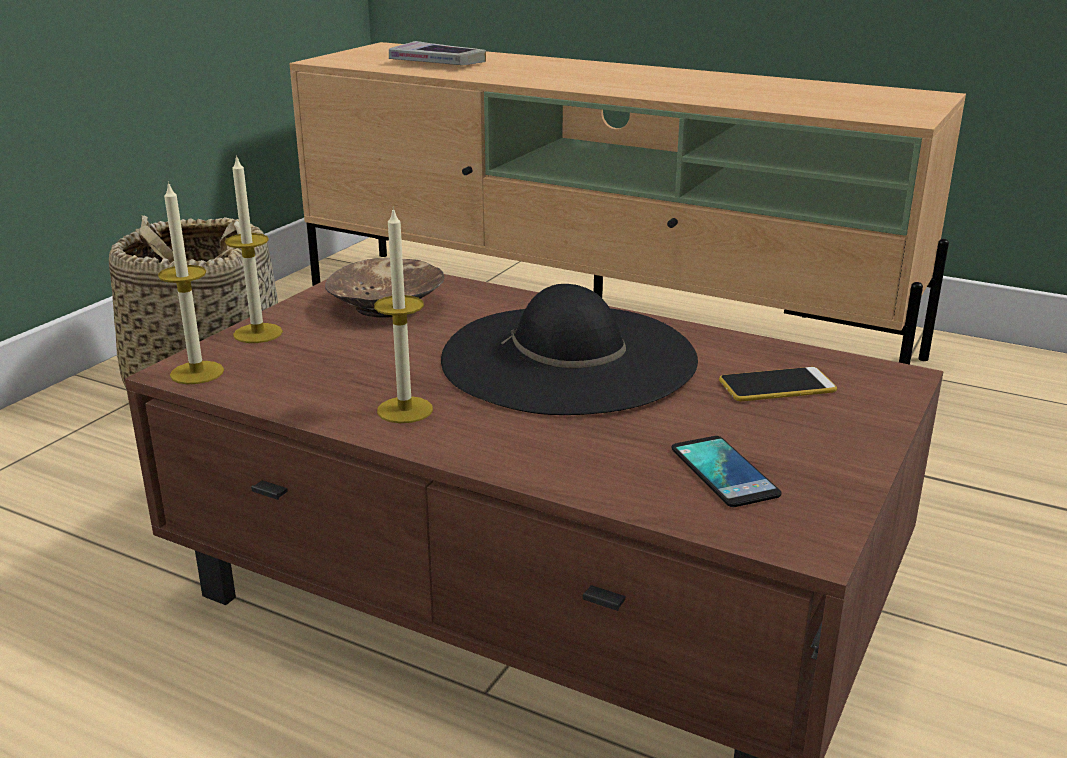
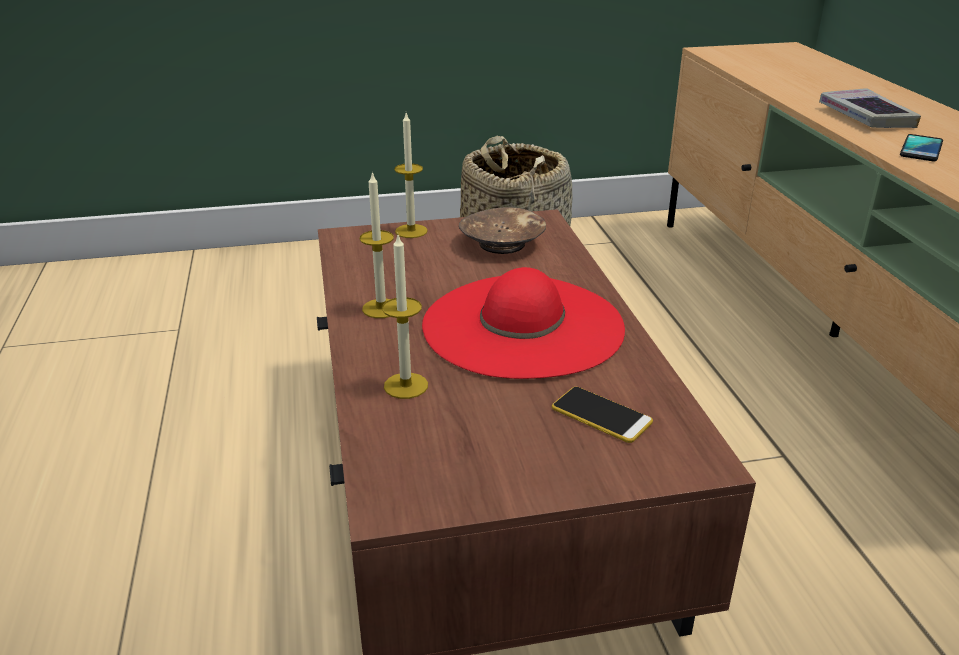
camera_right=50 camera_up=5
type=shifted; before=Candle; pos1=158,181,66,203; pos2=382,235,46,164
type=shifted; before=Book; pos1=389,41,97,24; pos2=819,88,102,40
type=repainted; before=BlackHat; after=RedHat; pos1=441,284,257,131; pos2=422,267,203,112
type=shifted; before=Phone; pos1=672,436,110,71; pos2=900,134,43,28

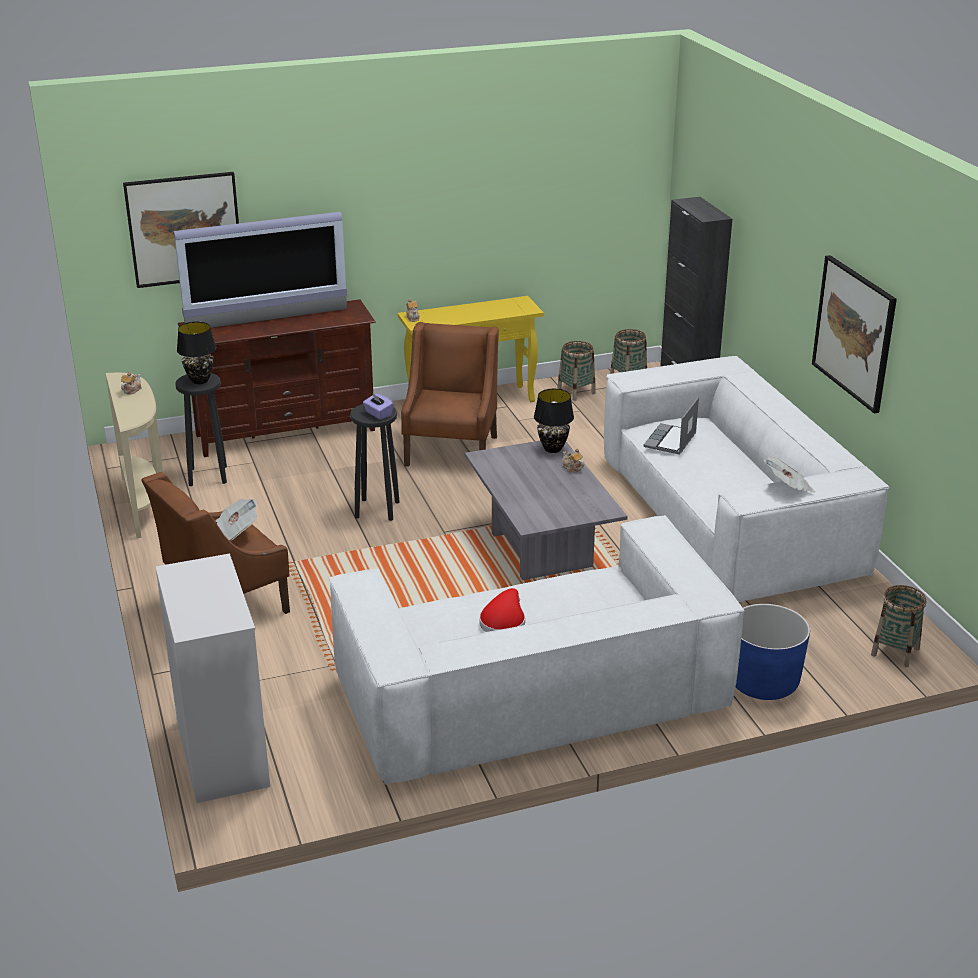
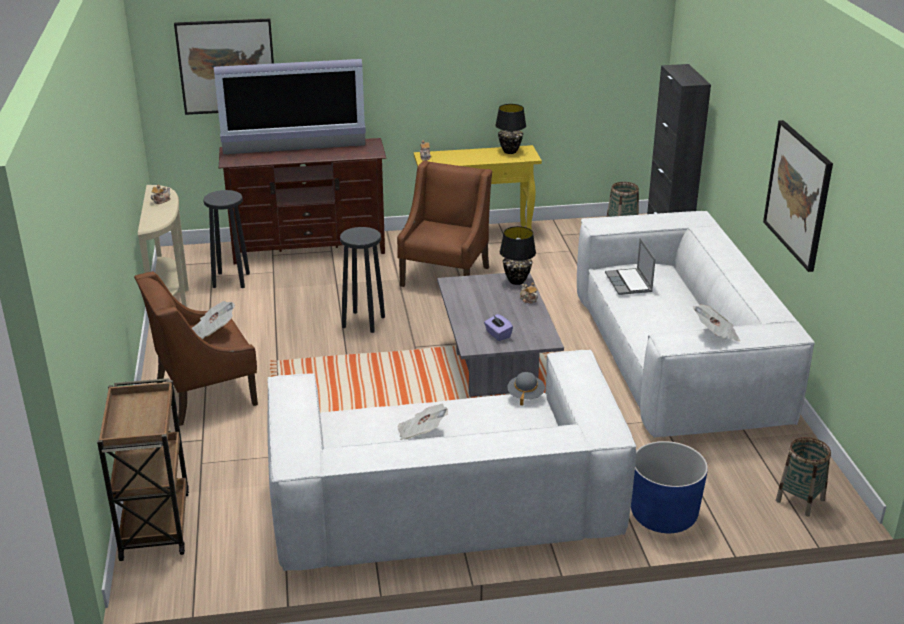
camera_right=10 camera_up=0
type=swapped; before=WhiteDresser; after=BrownCart; pos1=155,553,115,250; pos2=97,378,92,183
type=shifted; before=BlackTableLamp; pos1=177,322,39,62; pos2=495,104,31,50
type=shifted; before=PurpleTissueBox; pos1=363,393,31,27; pos2=484,314,29,27
type=swapped; before=RedHat; after=Newspaper; pos1=479,588,46,44; pos2=398,404,50,36
type=gone; before=Basket; pos1=557,341,39,60
type=rotated; before=Laptop; pos1=643,397,56,58; pos2=605,238,51,57; turn=-45
type=new; after=GreyHat; pos2=507,372,38,34

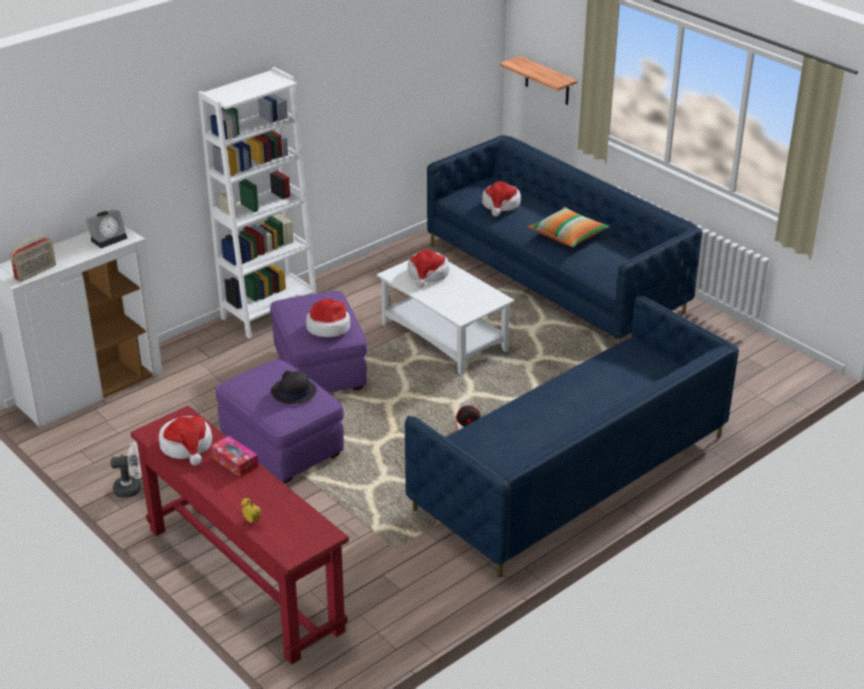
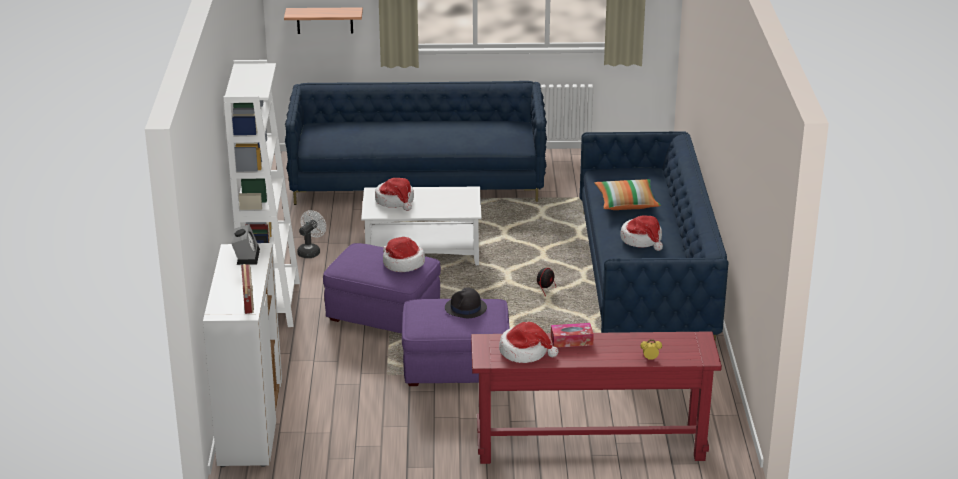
camera_right=-50 camera_up=-5
type=shifted; before=WhiteFan; pos1=110,442,32,56; pos2=297,210,29,48
type=shifted; before=Hat; pos1=482,181,39,35; pos2=620,216,43,35
type=shifted; before=Pillow; pos1=528,207,82,40; pos2=595,179,66,31

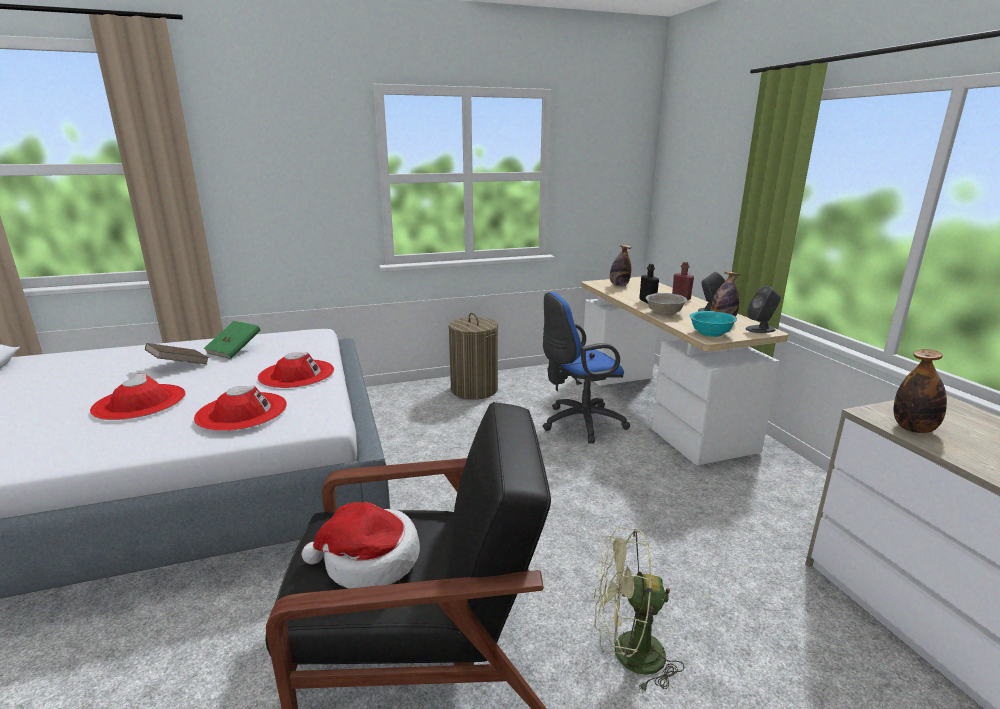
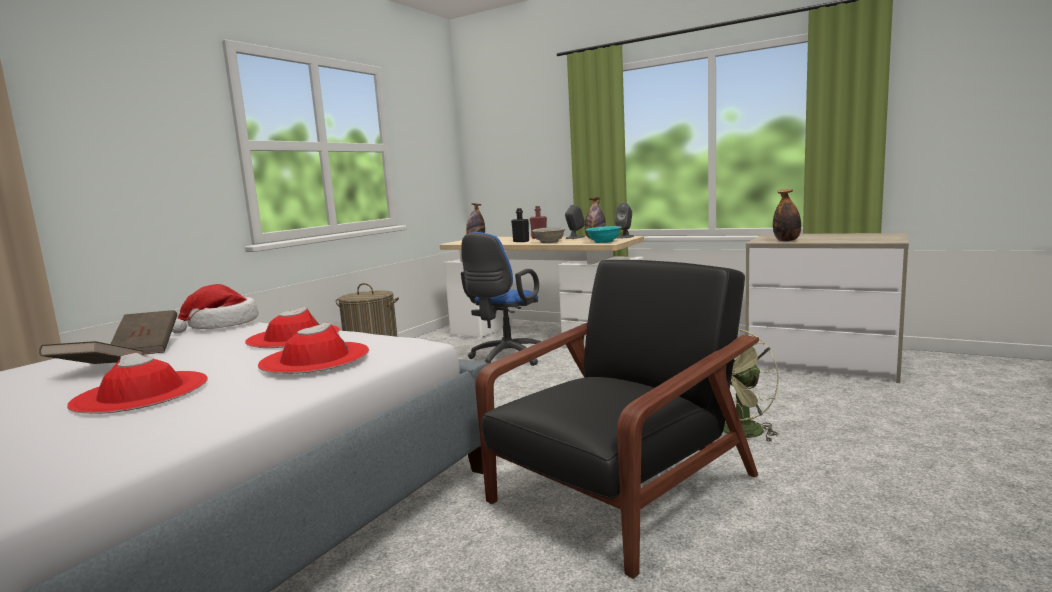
camera_right=-40 camera_up=-10
type=repainted; before=GreenBook; after=BrownBook; pos1=204,321,56,38; pos2=110,310,67,45
type=shifted; before=Hat; pos1=302,502,118,87; pos2=172,284,87,49

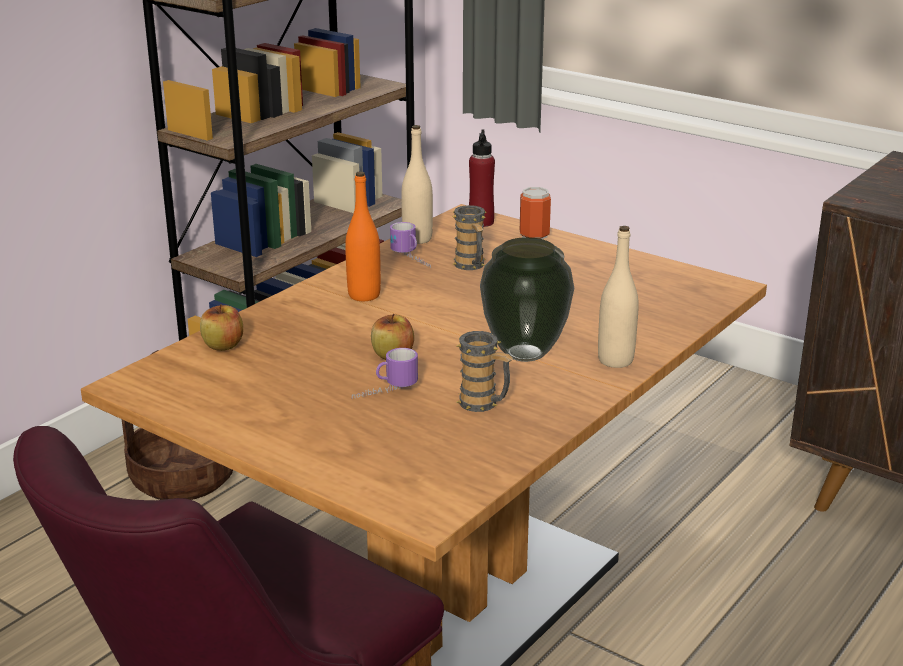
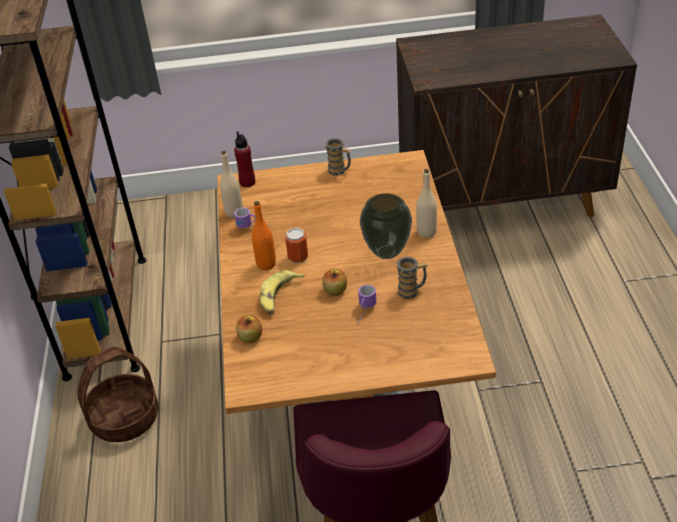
camera_right=-40 camera_up=15
type=shifted; before=Mug; pos1=452,205,34,65; pos2=325,138,26,38
type=shifted; before=Can; pos1=520,187,31,52; pos2=285,228,23,35
type=new; after=Banana; pos2=260,270,45,45

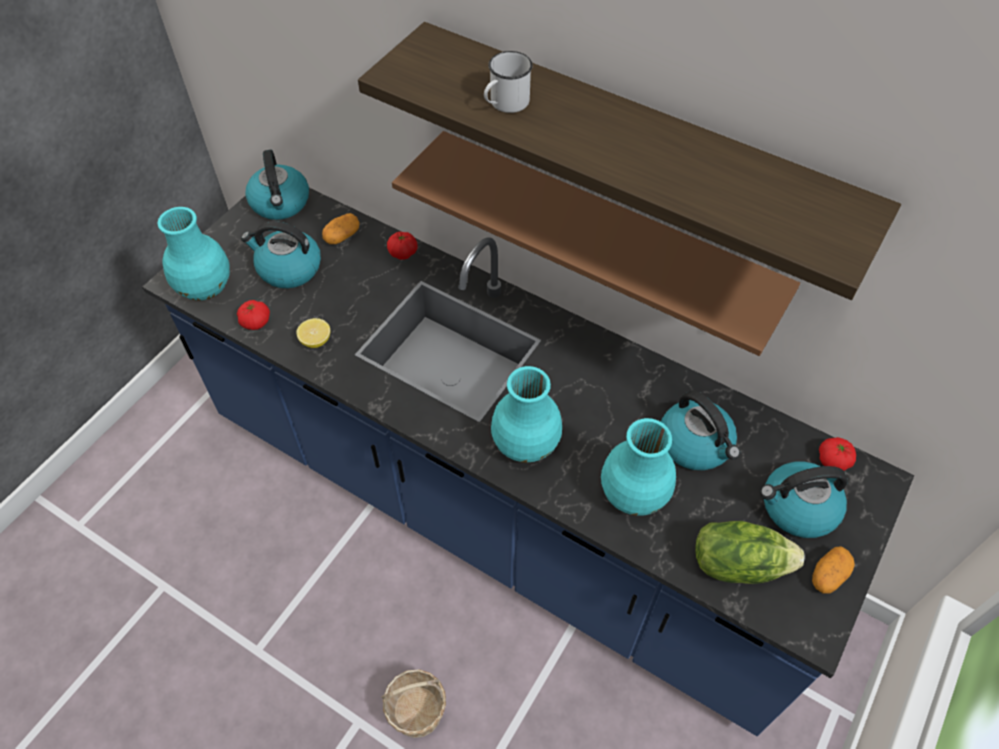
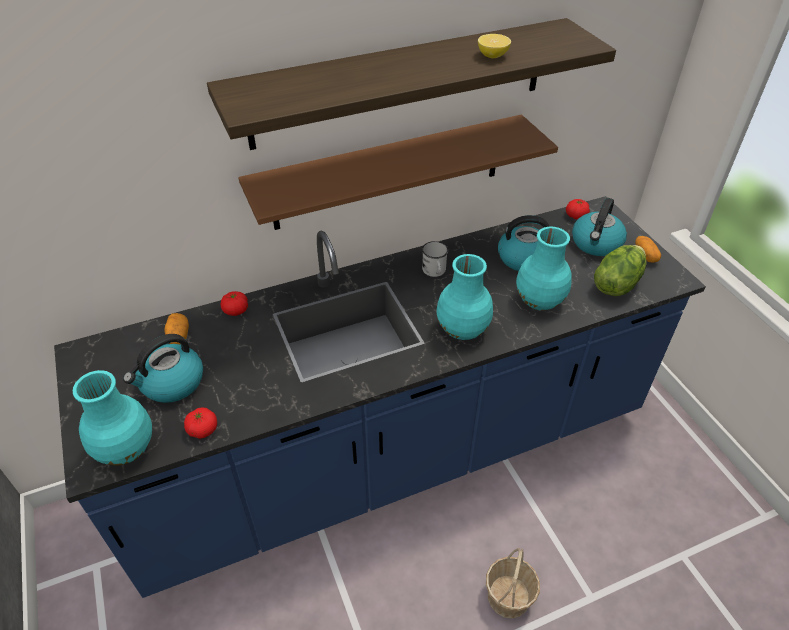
camera_right=-55 camera_up=-10
type=gone; before=Kettle; pos1=245,150,64,70
type=shifted; before=Lemon; pos1=296,318,34,30; pos2=478,34,33,24
type=shifted; before=WhiteMug; pos1=484,51,49,62; pos2=422,241,26,36

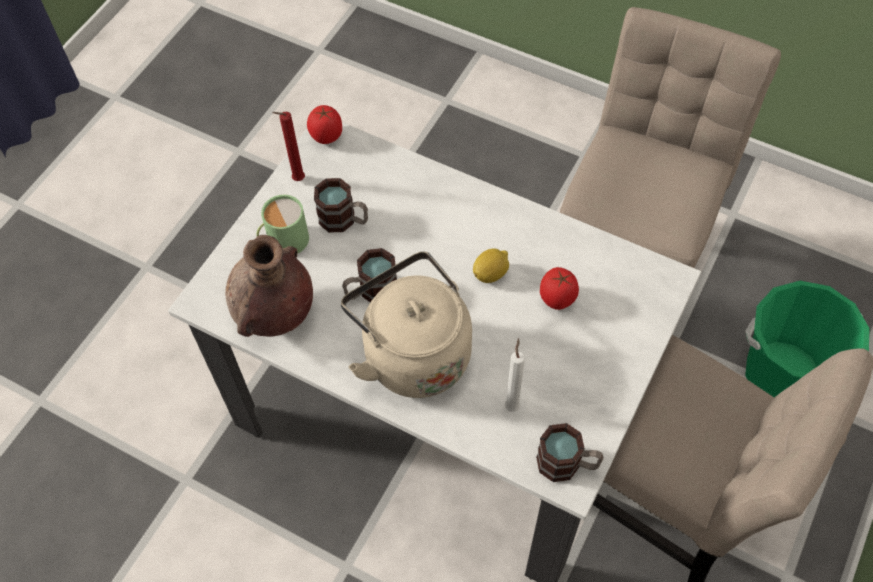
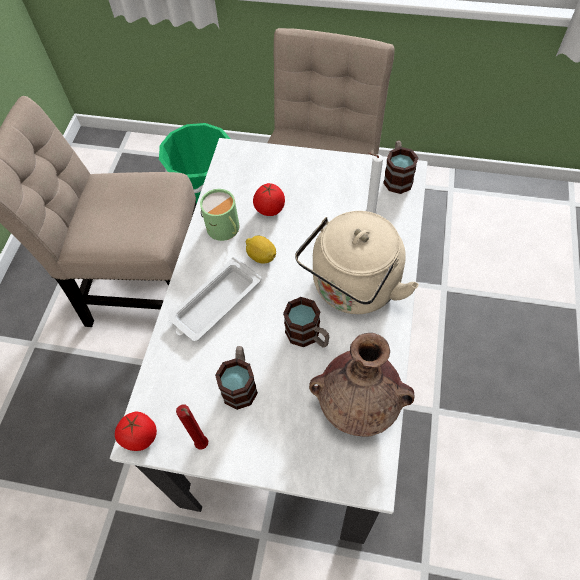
camera_right=-105 camera_up=0
type=shifted; before=GreenMug; pos1=256,195,53,59; pos2=200,189,40,52
type=new; after=WhiteTray; pos2=168,257,94,84

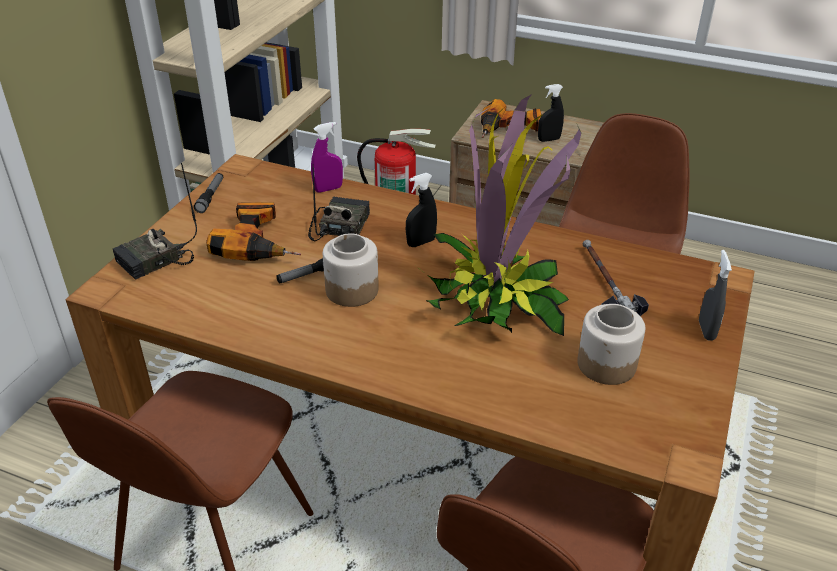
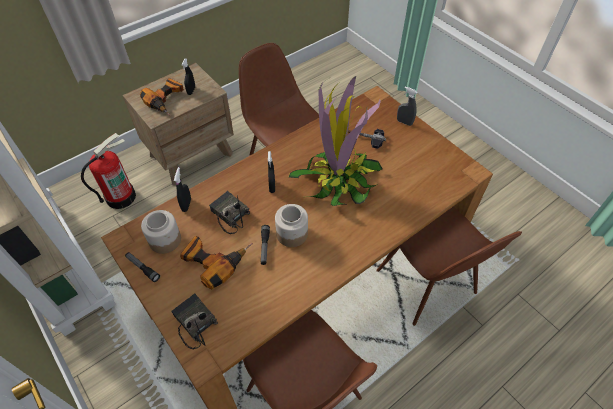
camera_right=-60 camera_up=15
type=rotated; before=Radio; pos1=113,163,84,117; pos2=171,293,47,56; turn=150
type=repainted; before=PurpleSprayBottle; after=BlackSprayBottle; pos1=311,122,32,71; pos2=174,167,17,45
type=shifted; before=Jar; pos1=577,304,68,81; pos2=141,210,40,44

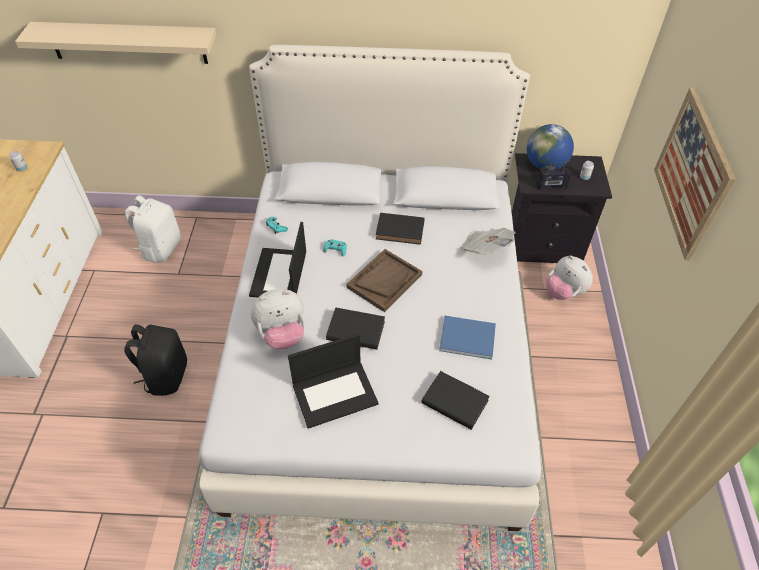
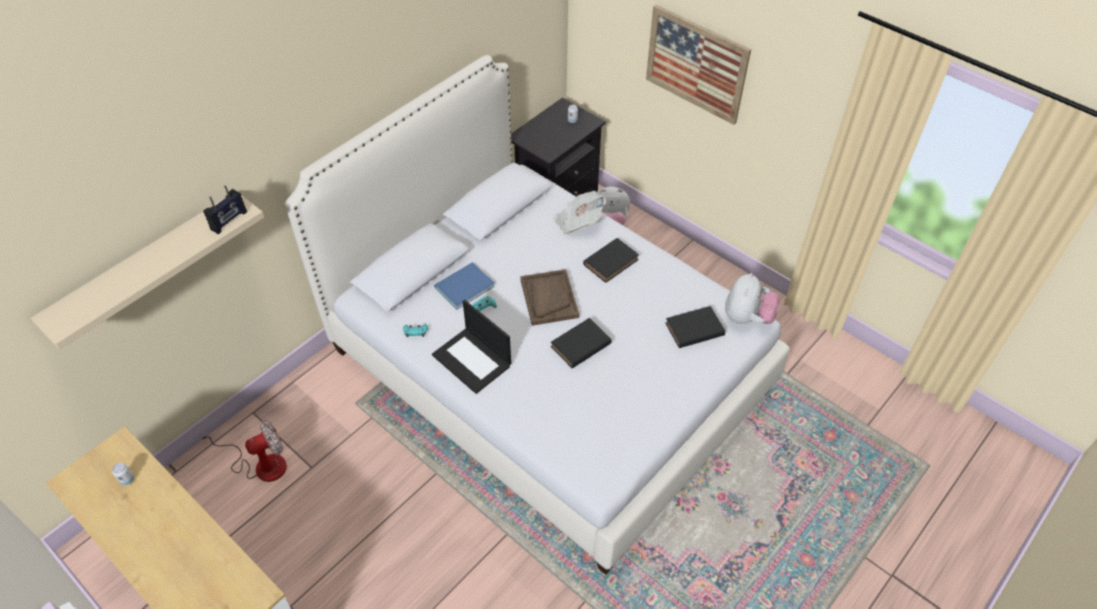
camera_right=-50 camera_up=0
type=gone; before=BlackBackpack; pos1=124,324,63,72
type=swapped; before=WhiteBackpack; after=Fan; pos1=125,195,56,68; pos2=199,420,88,62
type=shifted; before=PlushToy; pos1=250,289,54,60; pos2=725,273,54,51
type=gone; before=Laptop; pos1=288,333,91,96
type=shifted; before=BlackBook; pos1=376,213,49,32; pos2=583,238,56,45
type=shifted; before=BlueBook; pos1=439,316,57,43; pos2=434,262,61,47
type=gone; before=Globe; pos1=527,124,47,47
type=shifted; before=Radio; pos1=536,162,35,28; pos2=203,185,44,49

